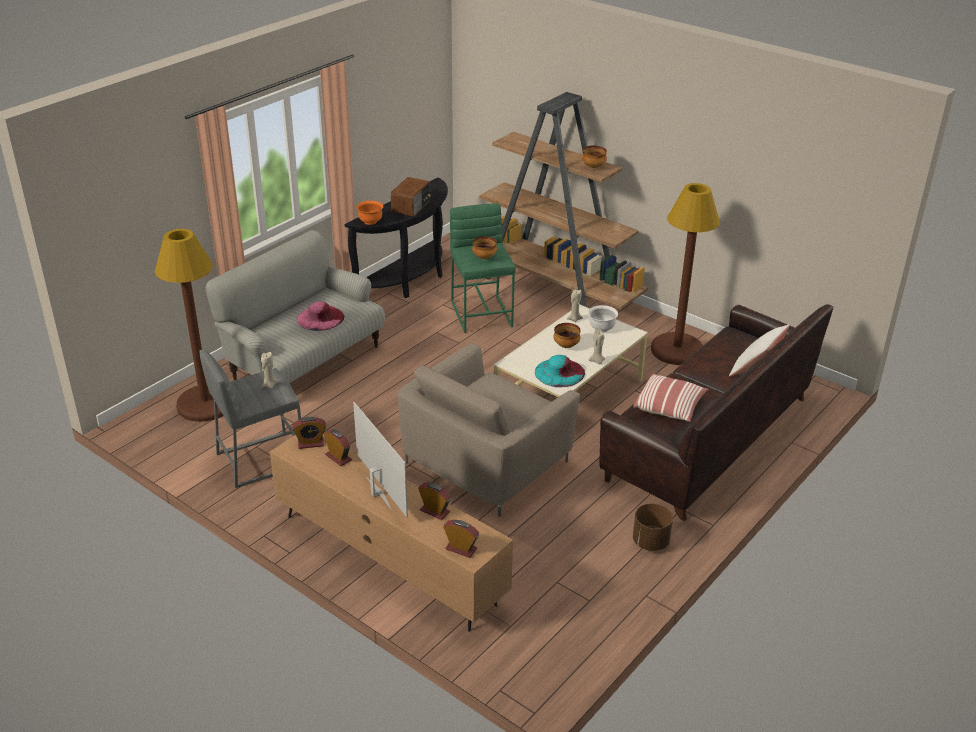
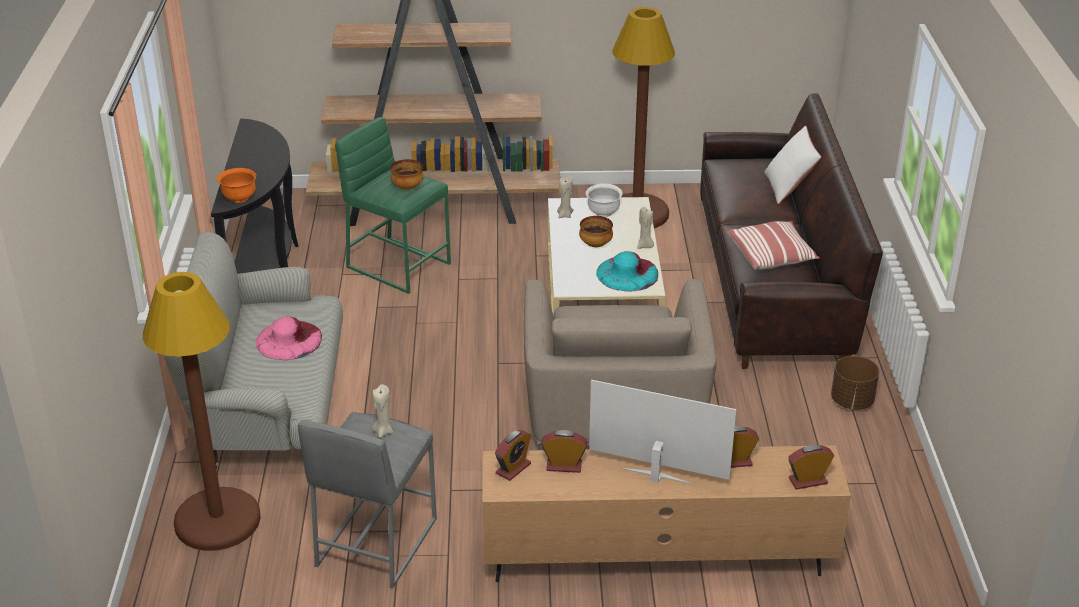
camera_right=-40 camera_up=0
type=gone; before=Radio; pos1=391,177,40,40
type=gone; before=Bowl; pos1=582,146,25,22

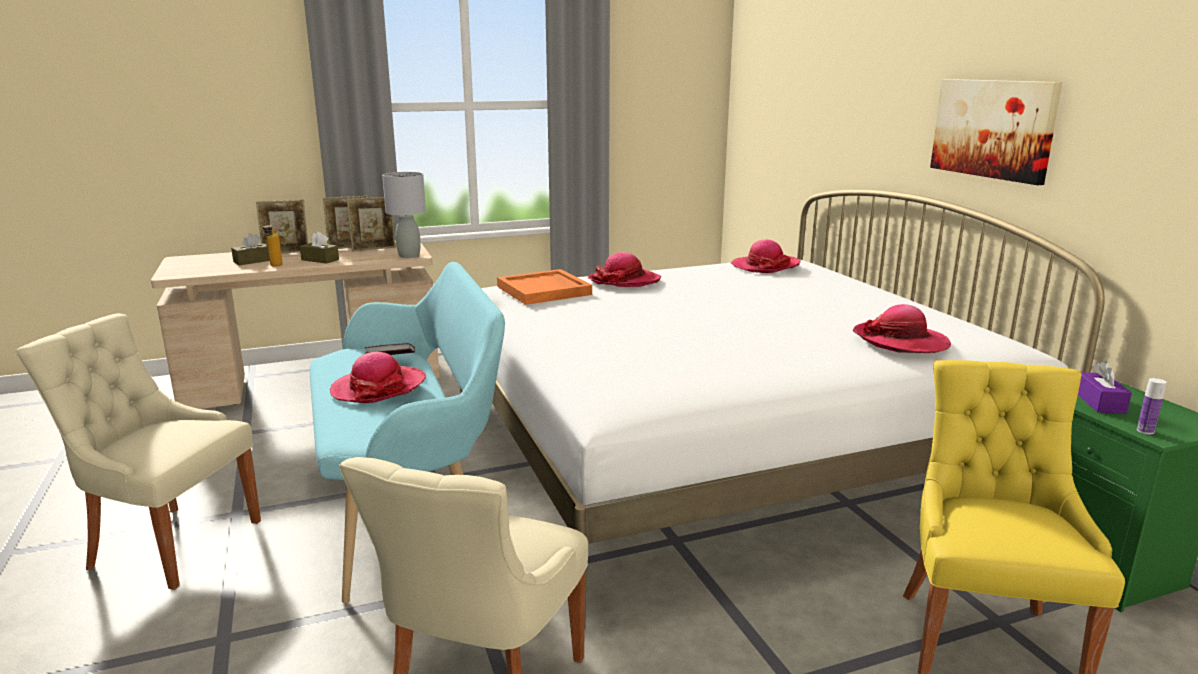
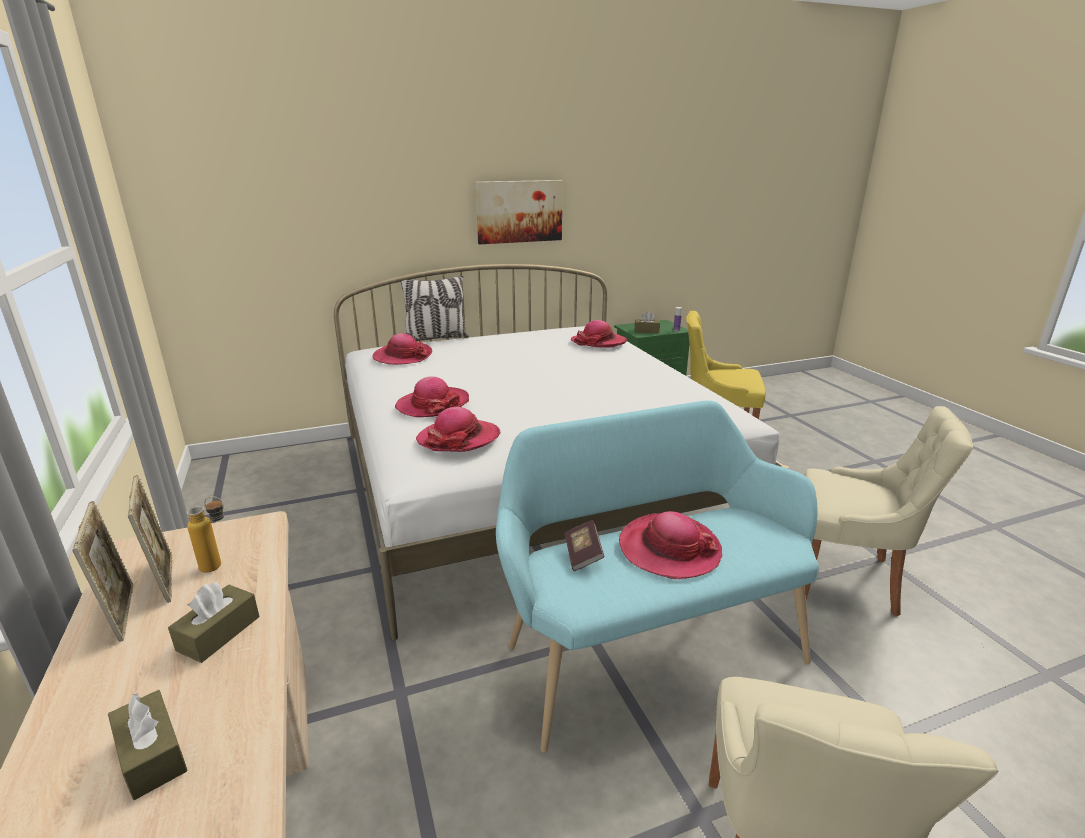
camera_right=-90 camera_up=5
type=gone; before=PictureFrame; pos1=256,200,52,54
type=shifted; before=Bottle; pos1=263,221,19,46; pos2=186,496,38,77
type=gone; before=GreyTableLamp; pos1=382,172,44,86
type=swapped; before=OrangeTray; after=Hat; pos1=497,269,95,36; pos2=416,407,84,45
type=repainted; before=PurpleTissueBox; after=BrownTissueBox; pos1=1078,361,54,53; pos2=635,311,25,22
type=new; after=Pillow; pos2=401,276,68,65

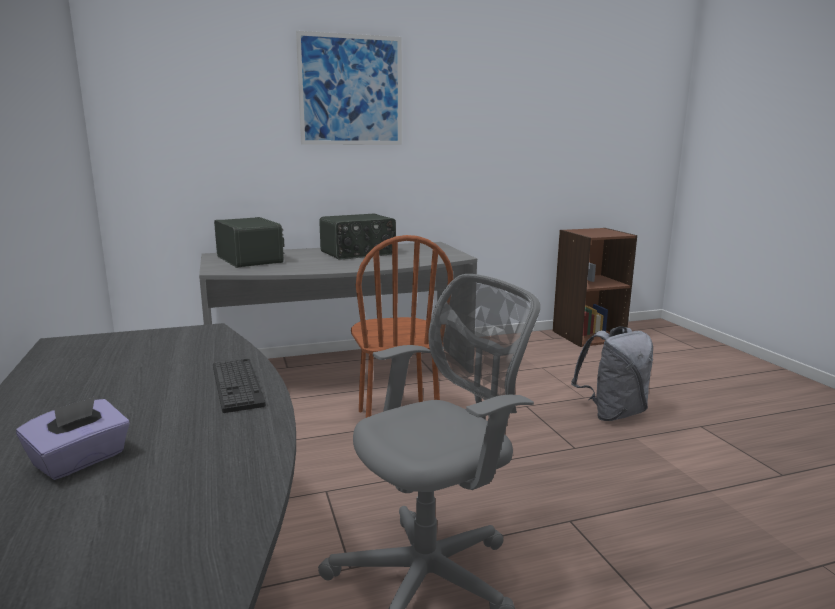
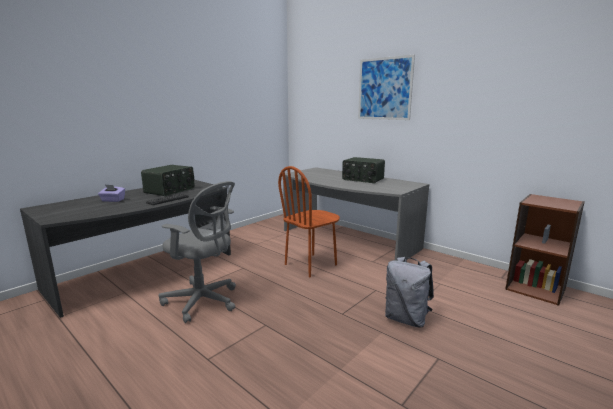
camera_right=60 camera_up=0
type=shifted; before=Radio; pos1=214,217,71,51; pos2=141,165,54,31

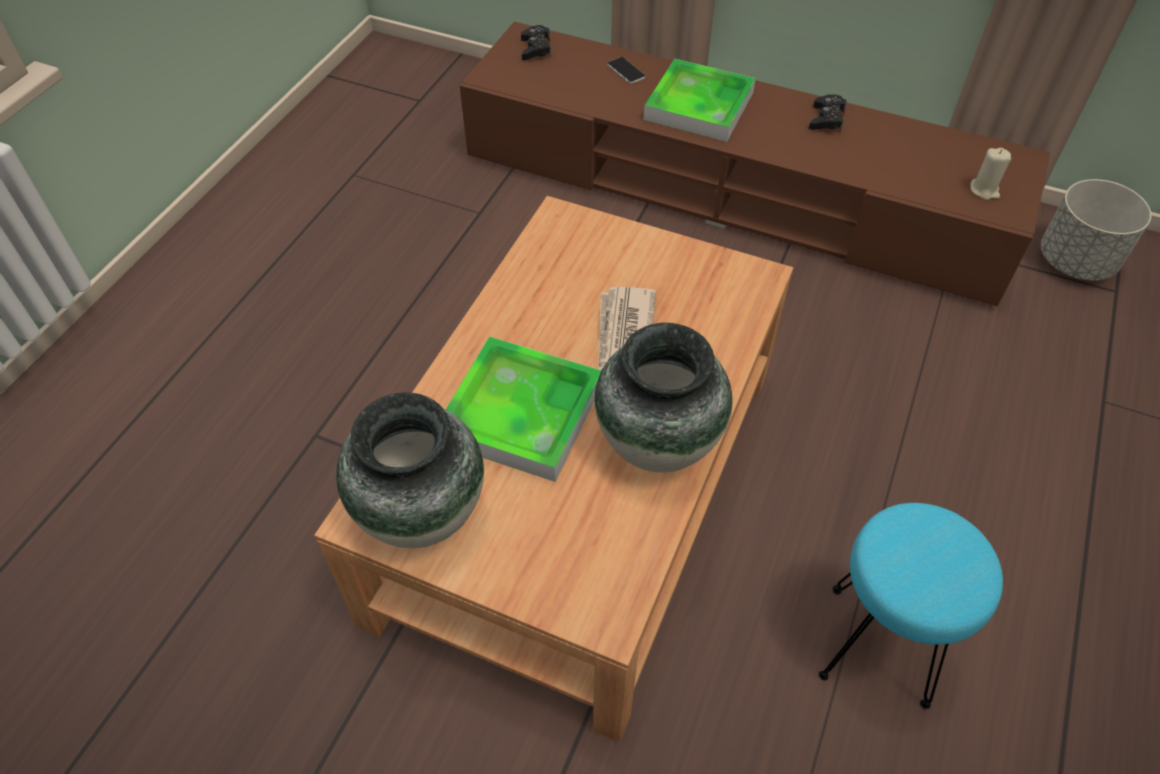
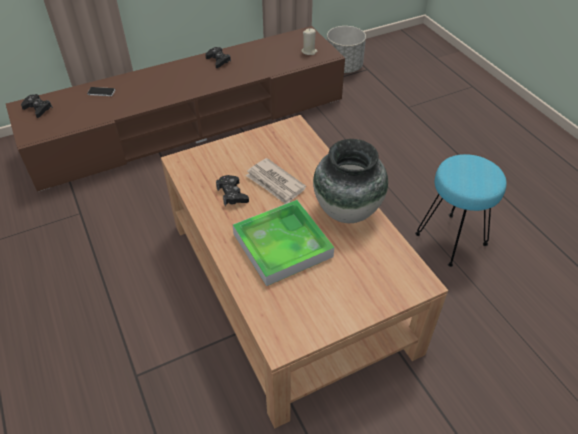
camera_right=-50 camera_up=-5
type=gone; before=Vase; pos1=336,393,148,155
type=gone; before=Tray; pos1=644,59,112,83
type=new; after=BlackGameController; pos2=216,175,33,31

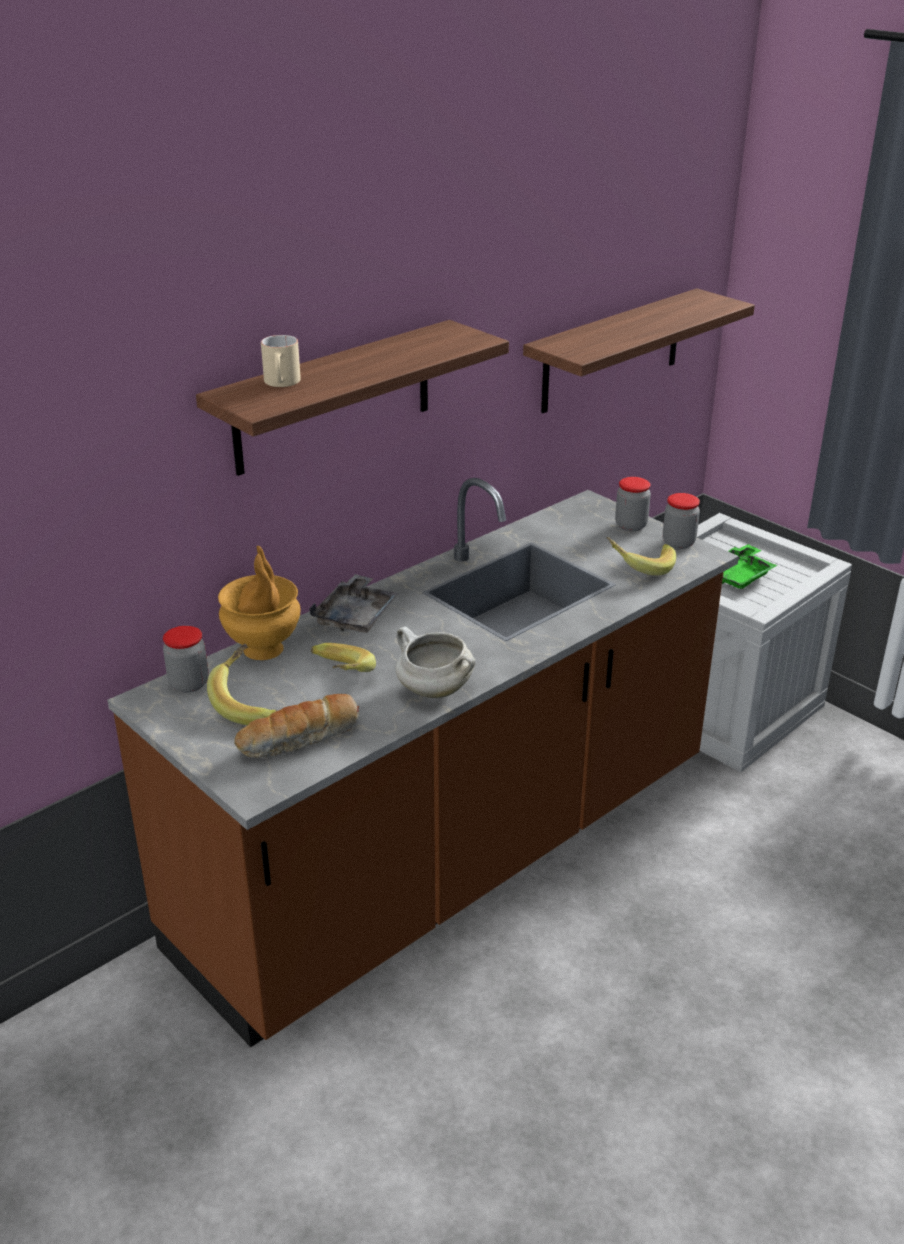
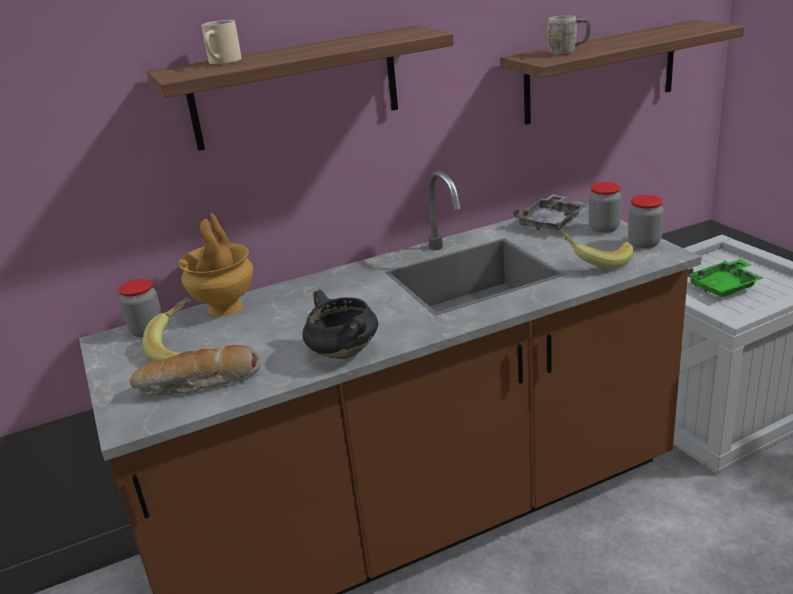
camera_right=20 camera_up=-5
type=shifted; before=GreyTray; pos1=309,574,90,59; pos2=513,194,74,36
type=gone; before=Banana; pos1=311,643,65,29
type=repainted; before=WhiteCookingPot; after=BlackCookingPot; pos1=395,626,81,72; pos2=302,290,76,69
type=new; after=GreyMug; pos2=547,15,44,40

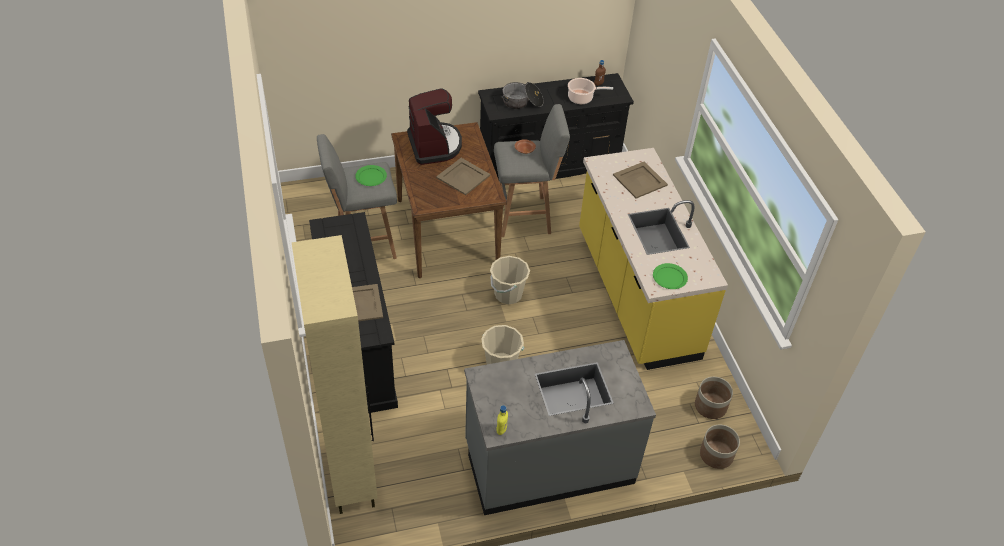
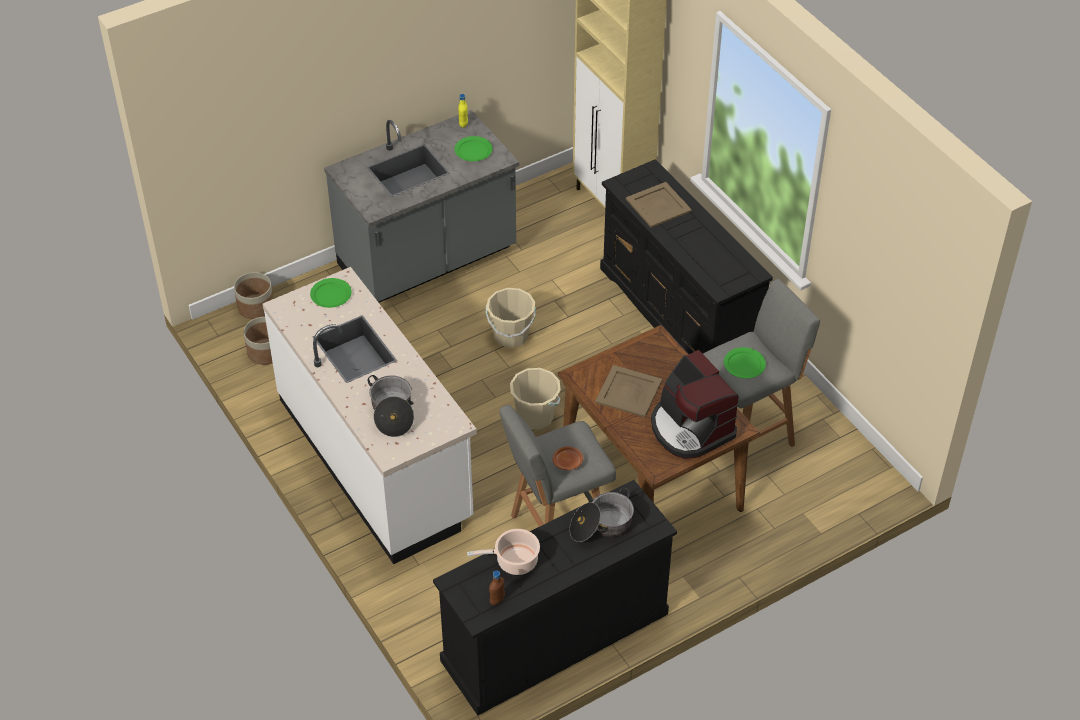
camera_right=165 camera_up=0
type=repainted; before=YellowCounter; after=WhiteCounter; pos1=579,148,149,222; pos2=263,267,214,297
type=swapped; before=BeigeTray; after=CookingPot; pos1=613,162,55,37; pos2=368,375,46,62
type=new; after=GreenPlate; pos2=454,136,39,25

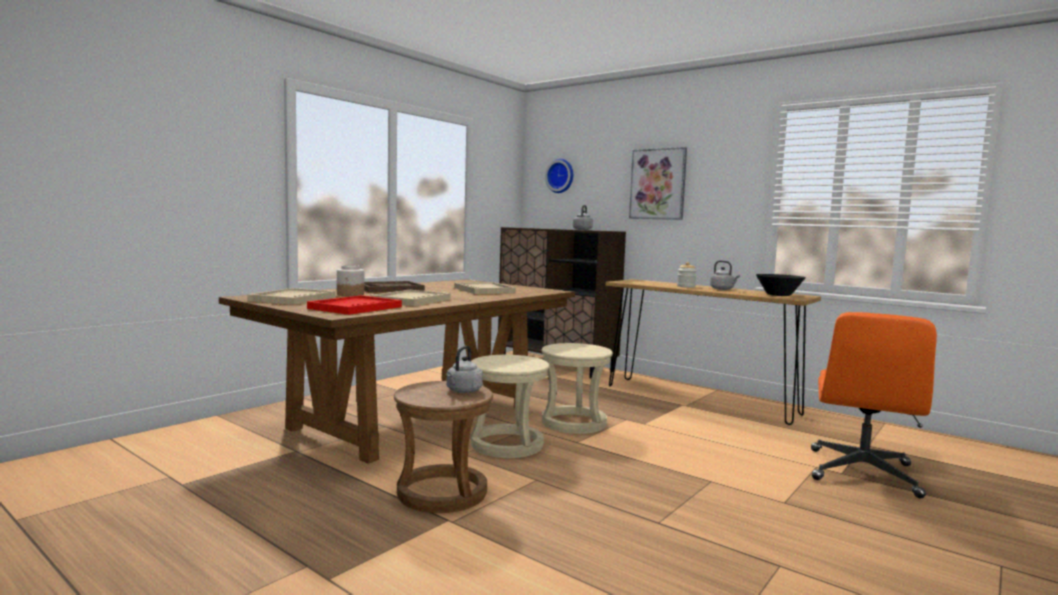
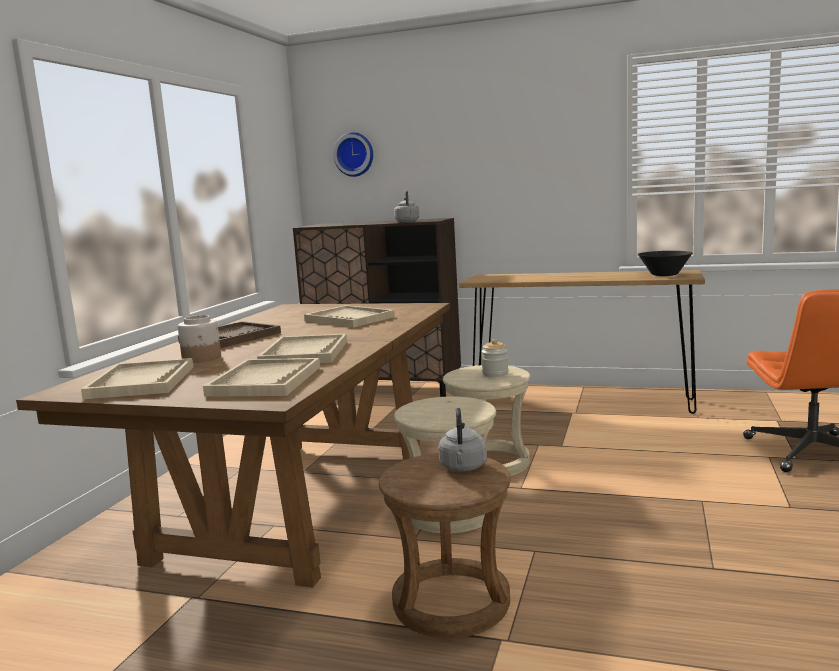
camera_right=-20 camera_up=5
type=repainted; before=RedTray; after=BeigeTray; pos1=307,295,95,20; pos2=203,358,117,39
type=gone; before=Picture; pos1=629,147,58,73
type=shifted; before=Jar; pos1=677,262,20,26; pos2=481,339,28,38
type=gone; before=GreyKettle; pos1=710,260,30,30

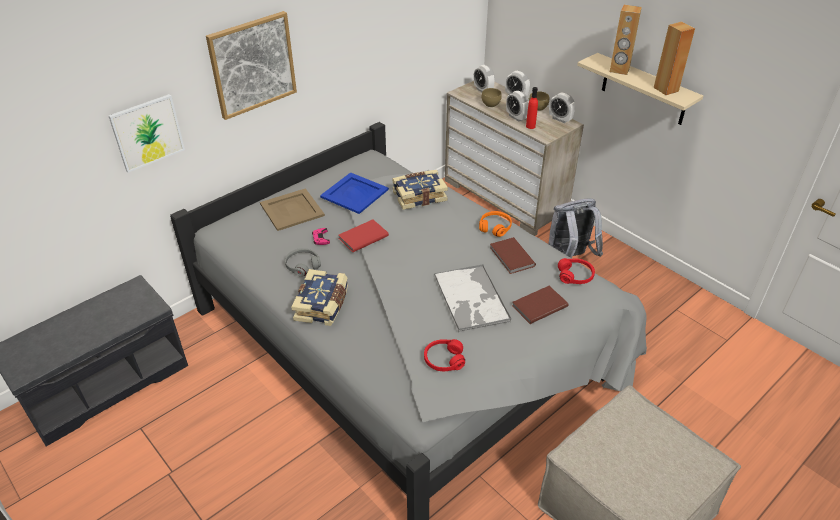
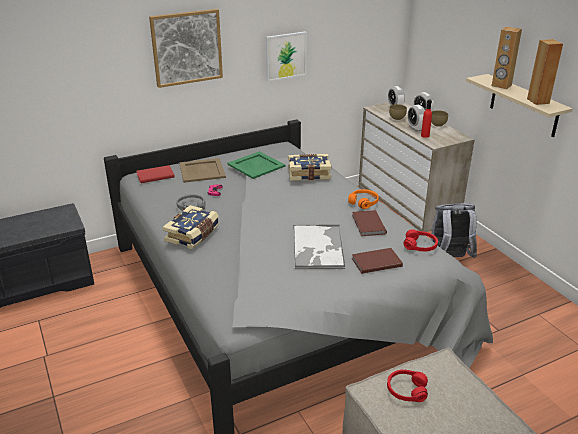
camera_right=15 camera_up=-10
type=shifted; before=Picture; pos1=109,94,76,79; pos2=266,31,41,50
type=repainted; before=BlueTray; after=GreenTray; pos1=320,172,69,42; pos2=228,151,57,28
type=shifted; before=RedBook; pos1=338,219,51,33; pos2=136,165,39,18
type=shifted; before=RedHeadphones; pos1=424,339,41,33; pos2=387,370,41,32
type=gone; before=AlarmClock; pos1=549,93,27,30

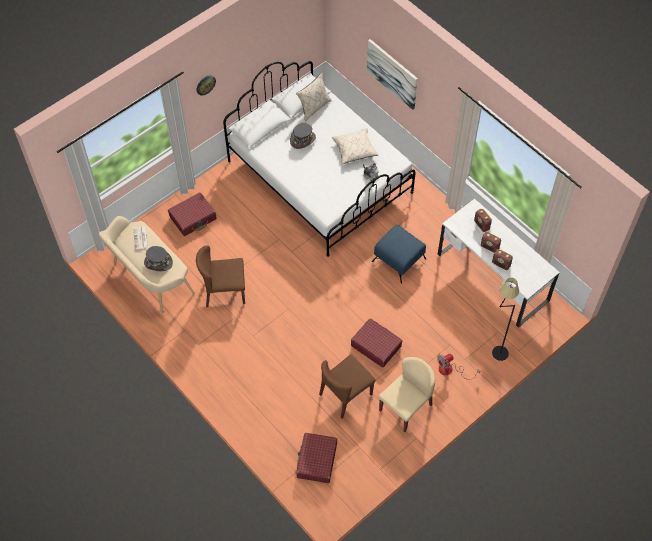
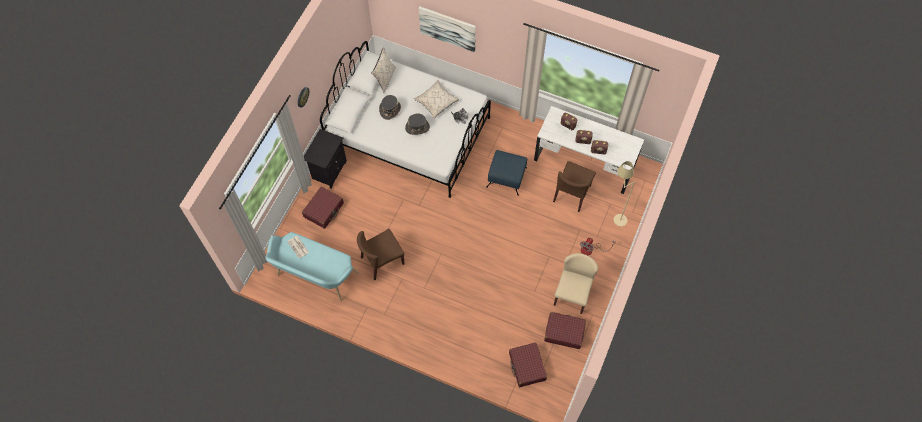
camera_right=-25 camera_up=5
type=repainted; before=BeigeBench; after=TurquoiseBench; pos1=98,216,97,98; pos2=265,232,94,70
type=shifted; before=GreyHat; pos1=144,246,29,25; pos2=405,114,25,21
type=shifted; before=BrownChair; pos1=319,354,57,65; pos2=553,161,43,51
type=shifted; before=RedSuitcase; pos1=351,318,51,50; pos2=544,312,42,37
type=repainted; before=BlackFloorLamp; after=BeigeFloorLamp; pos1=492,278,27,83; pos2=614,161,21,65
type=new; after=BlackNightstand; pos2=304,129,43,60

